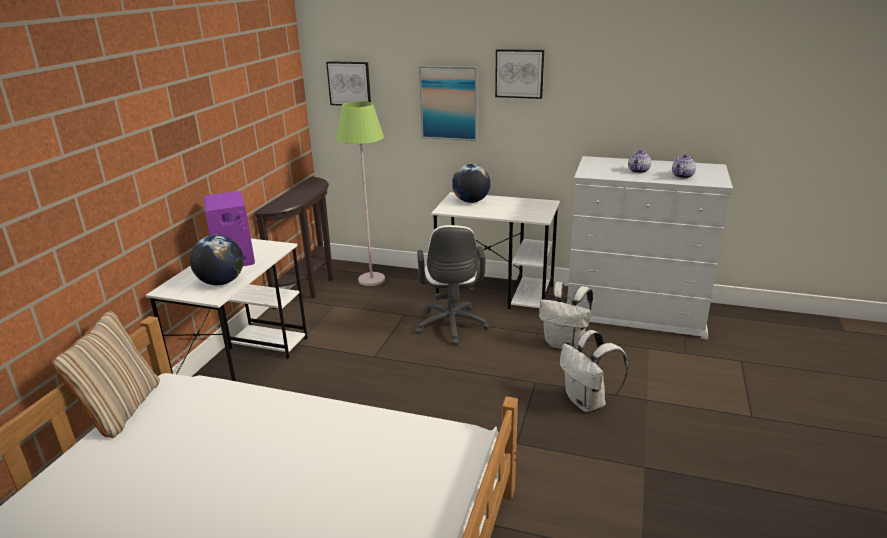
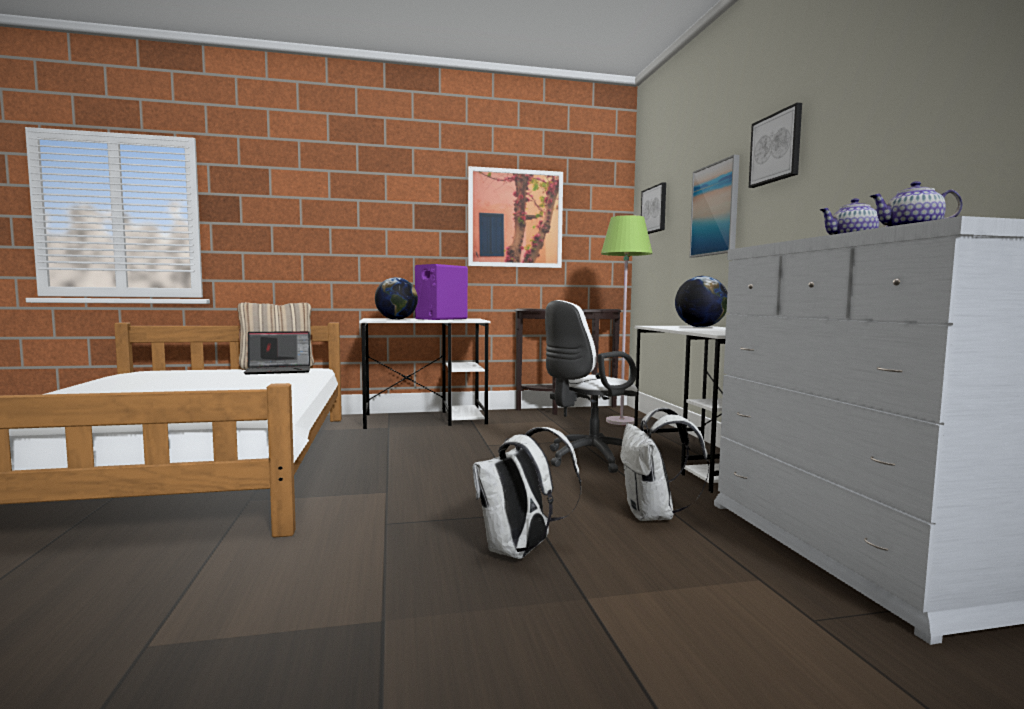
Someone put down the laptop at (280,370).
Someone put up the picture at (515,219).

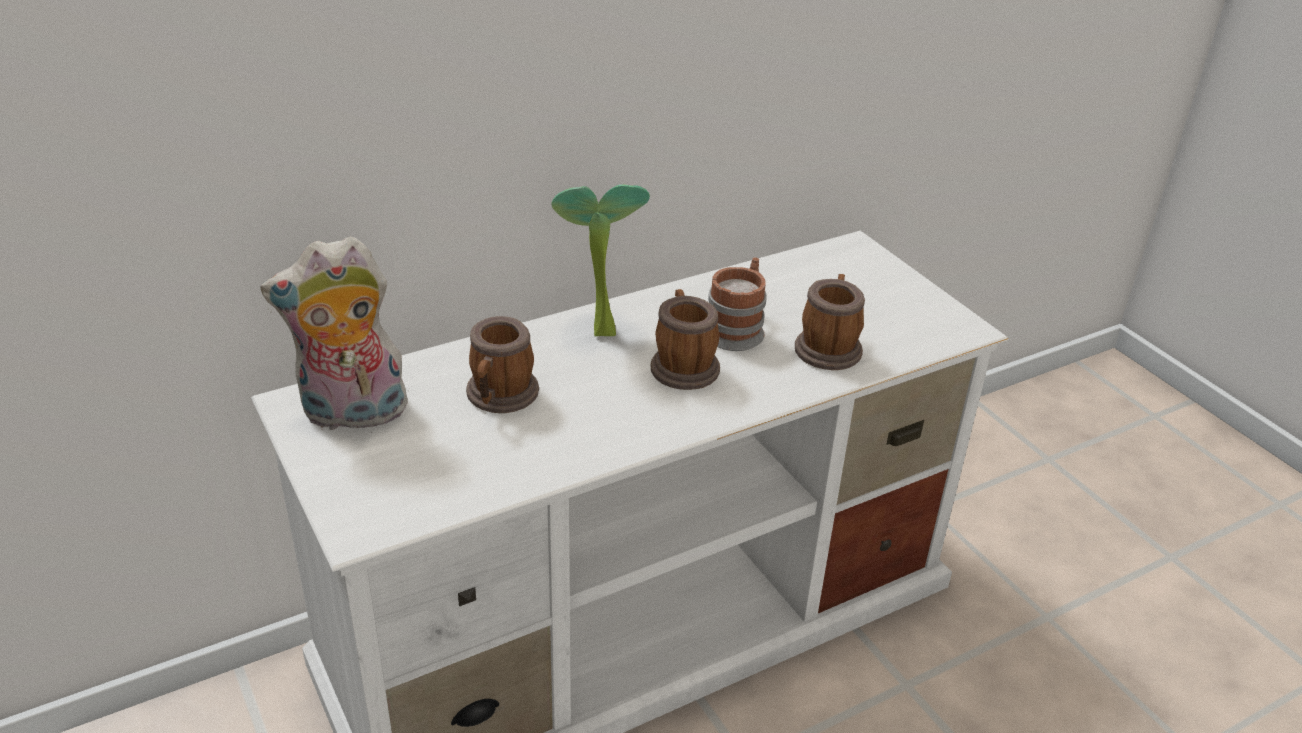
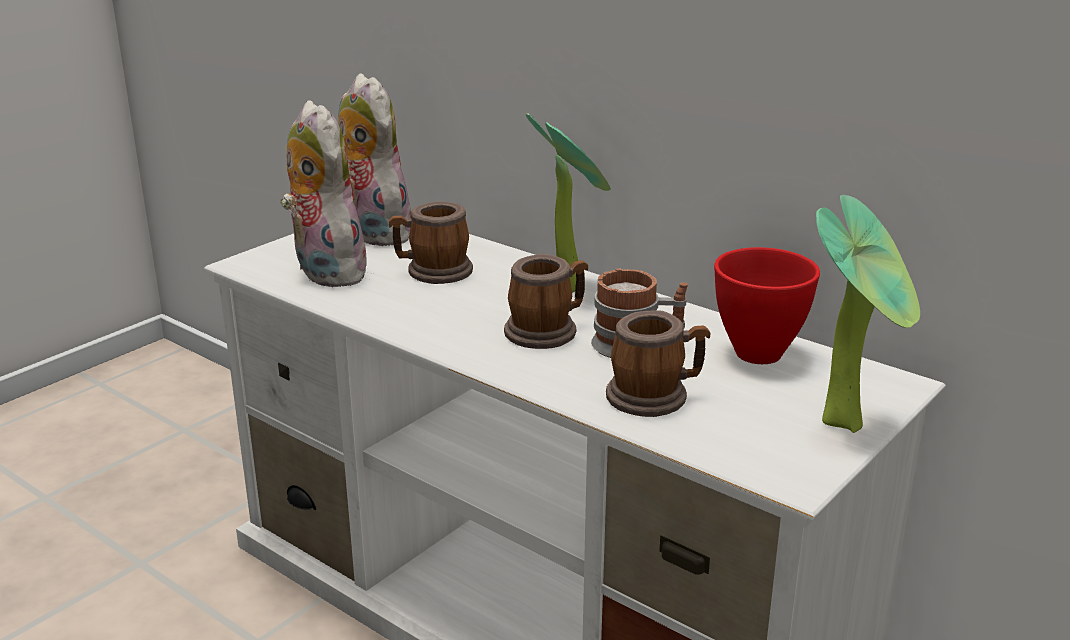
Someone put down the plush toy at (324,271).
Someone put down the bowl (red) at (755,354).
Someone put down the potted plant at (849,422).

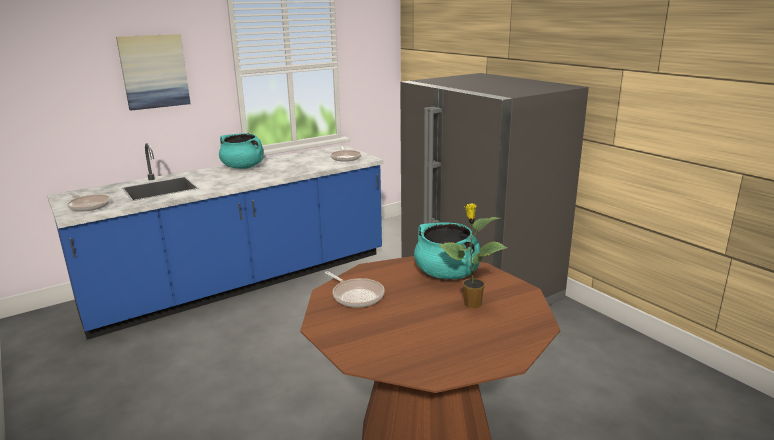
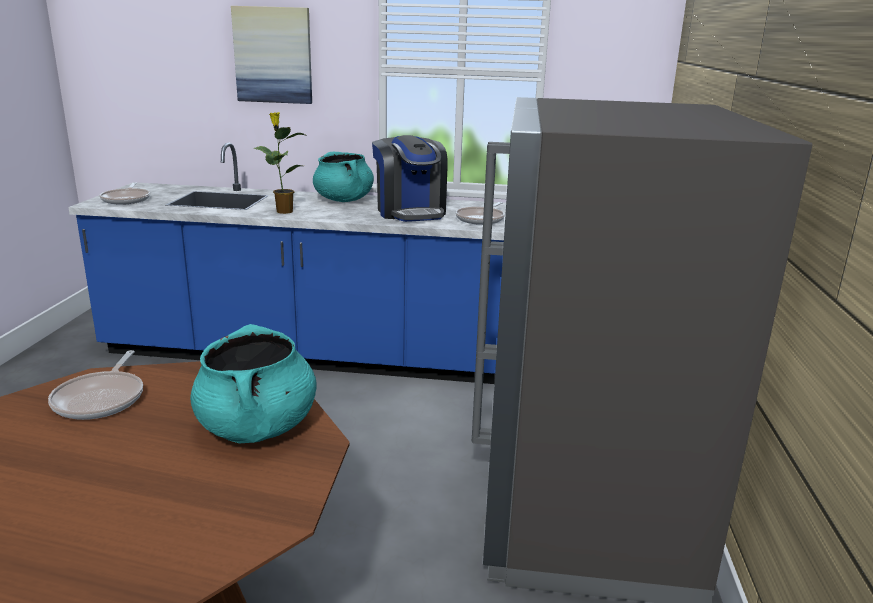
Someone carried the potted plant from (471,304) to (283,211).
Someone put down the coffee machine at (410,212).

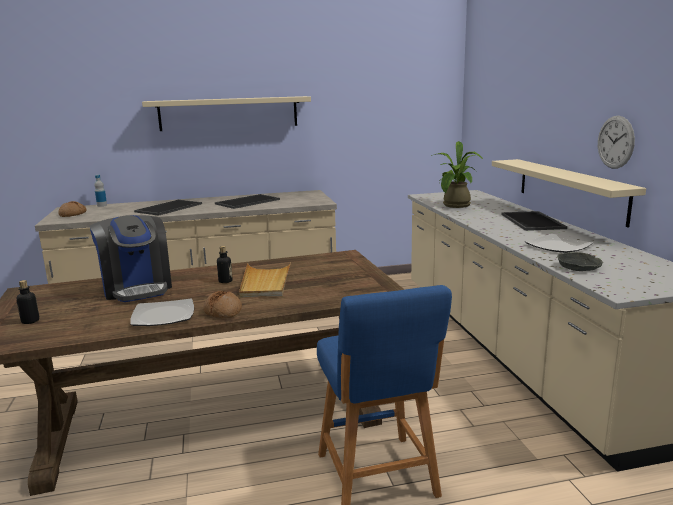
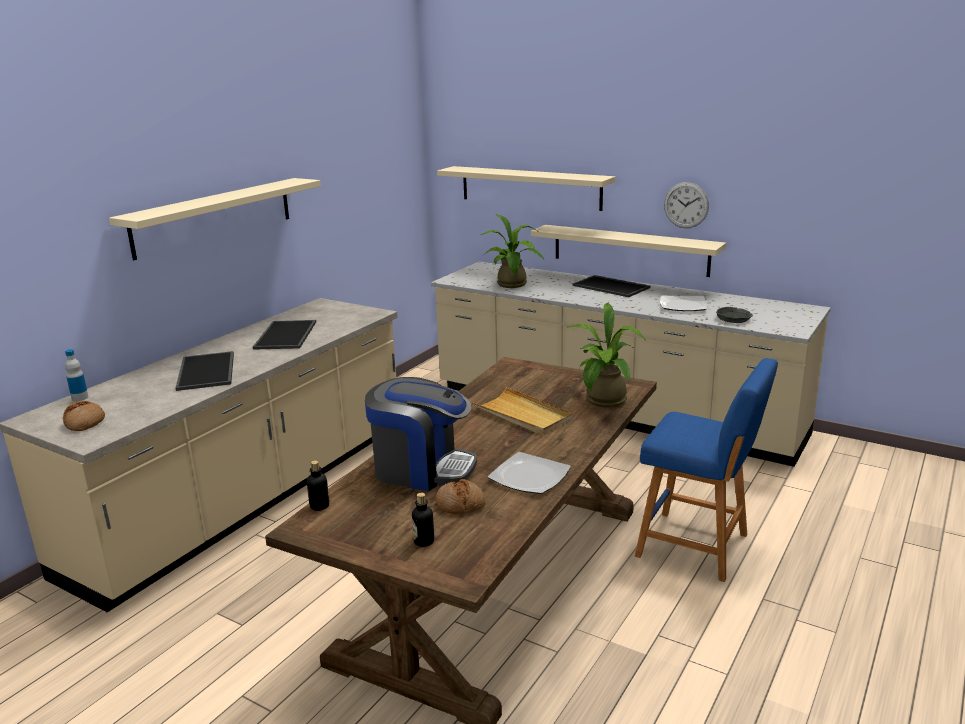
Someone carried the bread from (223,311) to (460,504).
Someone carried the bottle from (225,281) to (319,506).
Someone put up the shelf (beige) at (530,187).
Someone put down the potted plant at (604,402).

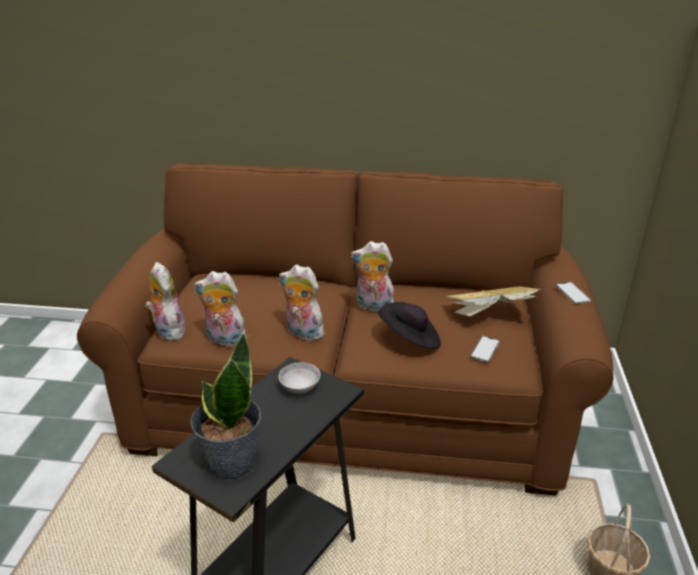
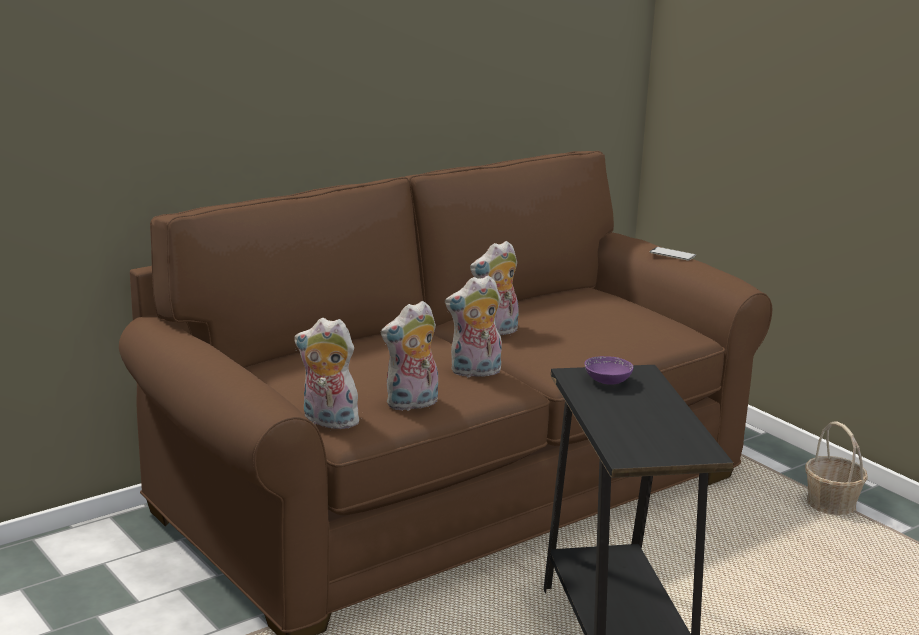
Someone took away the potted plant at (231,462).
Someone repainted the bowl (grey) at (300,387), which became the bowl (purple) at (607,381).
Someone took away the hat (black) at (410,339).
Someone took away the book at (490,315).
Someone took away the phone at (485,349).

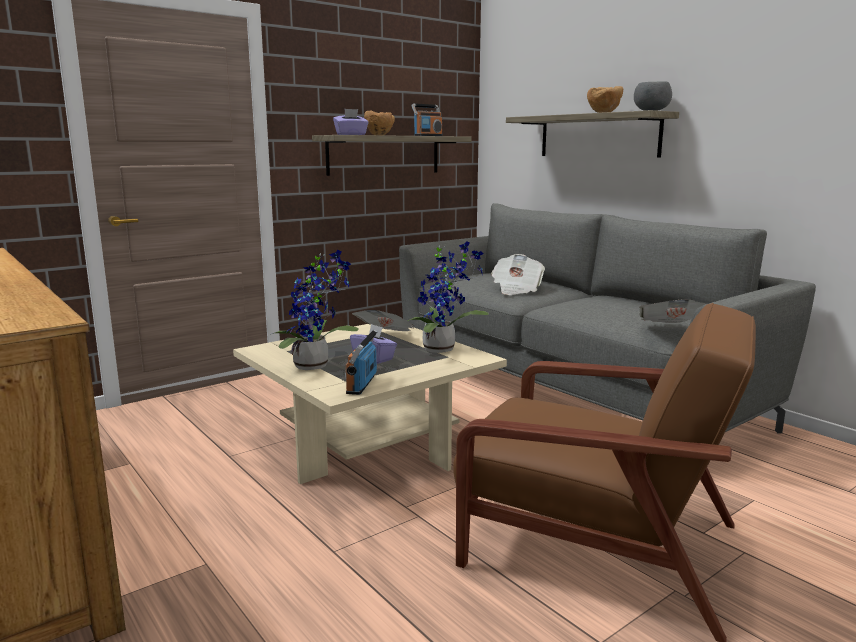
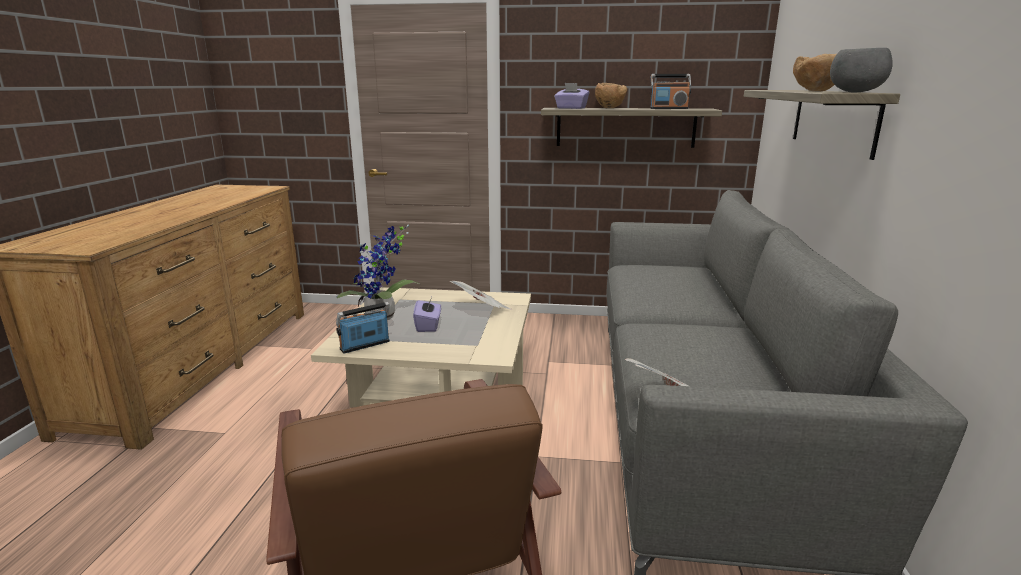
Someone took away the potted plant at (443,349).
Someone took away the newspaper at (516,289).

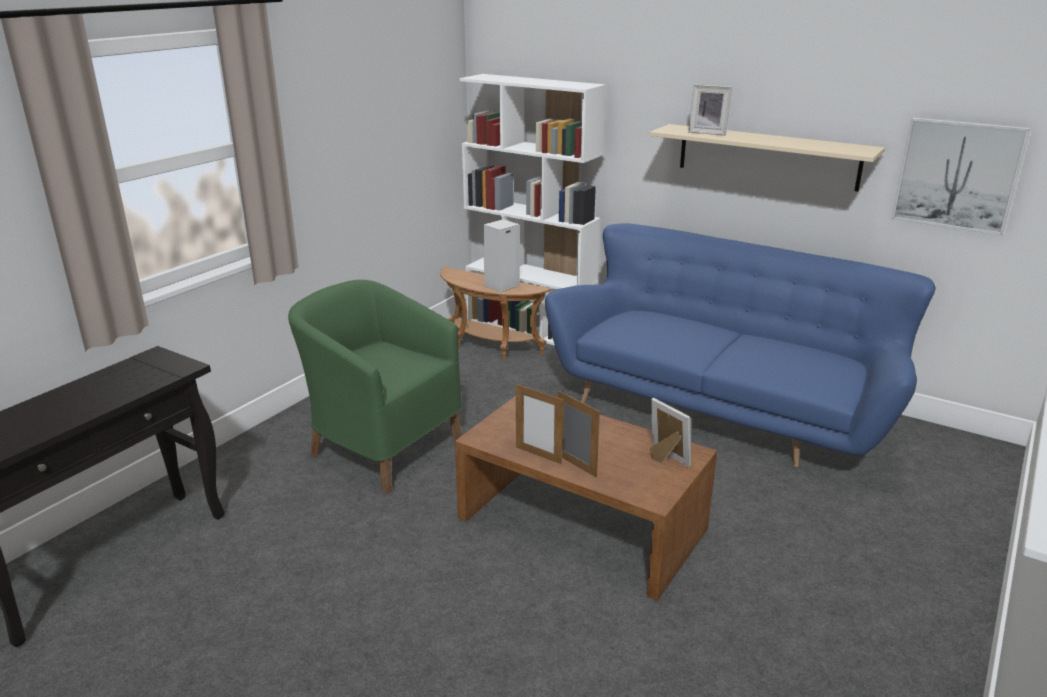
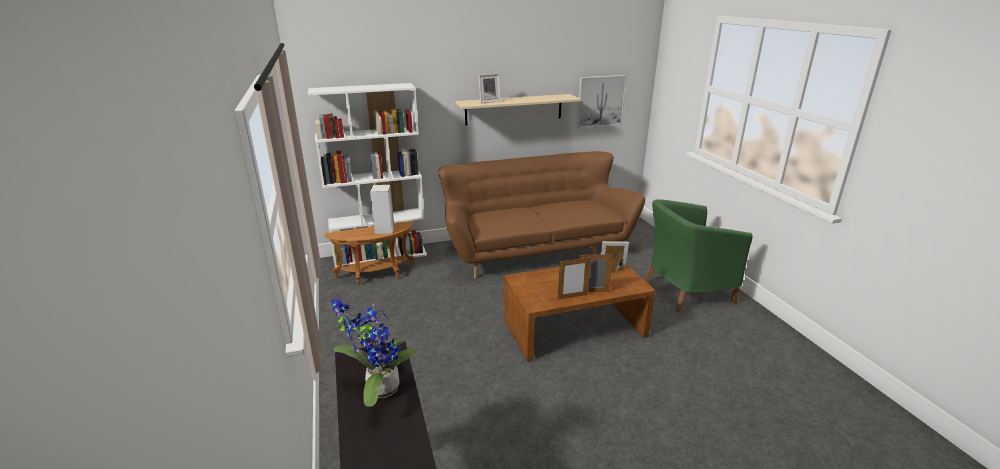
Someone carried the armchair (green) from (382,447) to (685,291).
Someone repainted the sofa (blue) at (723,410), which became the sofa (brown) at (535,250).
Someone put down the potted plant at (379,389).

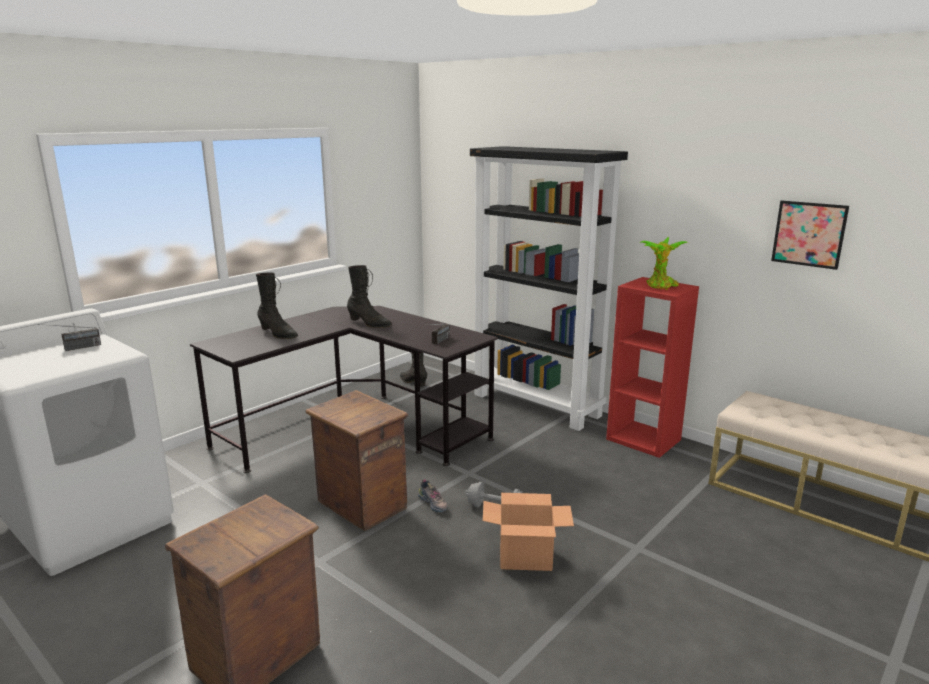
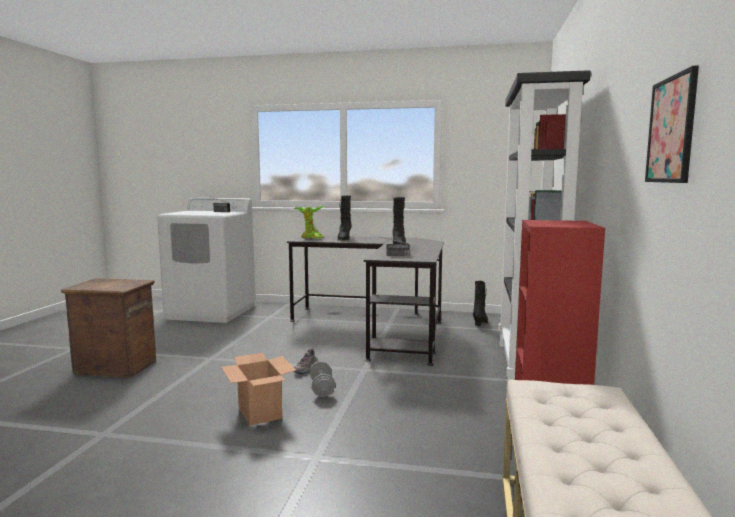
Someone took away the crate at (362,505).
Someone carried the potted plant from (660,287) to (310,238).

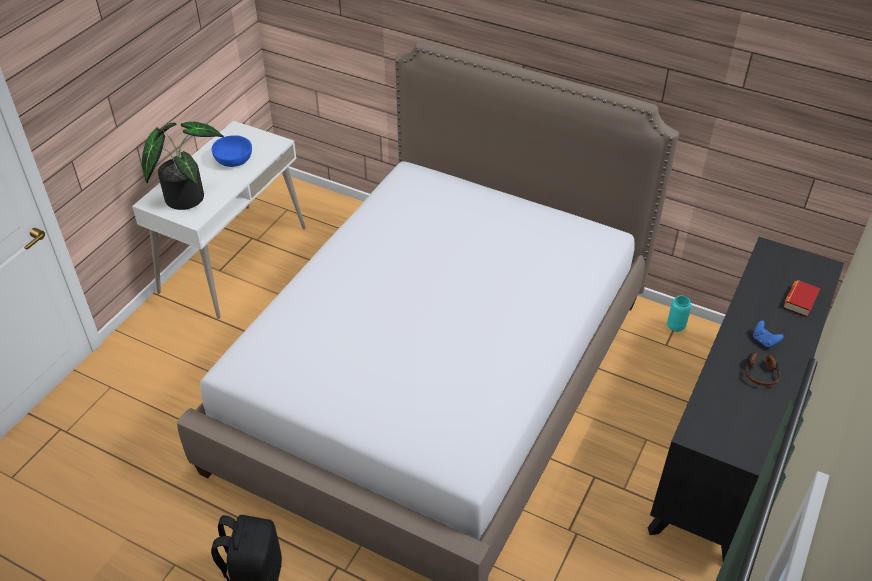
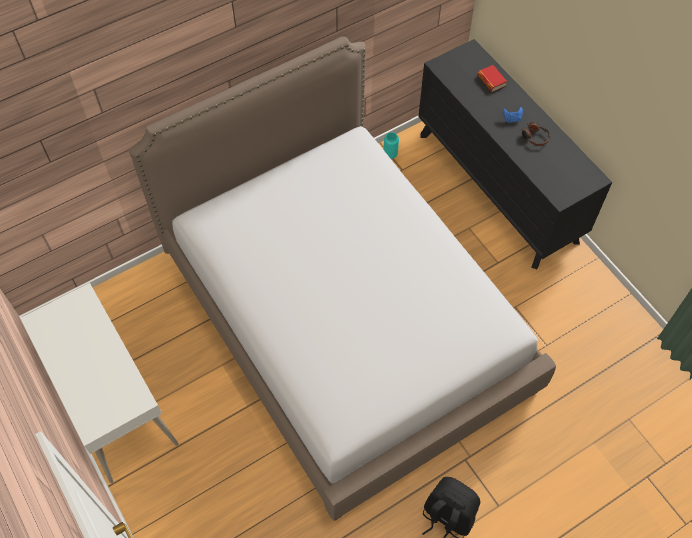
Someone took away the potted plant at (185,195).
Someone took away the bowl (blue) at (234,160).

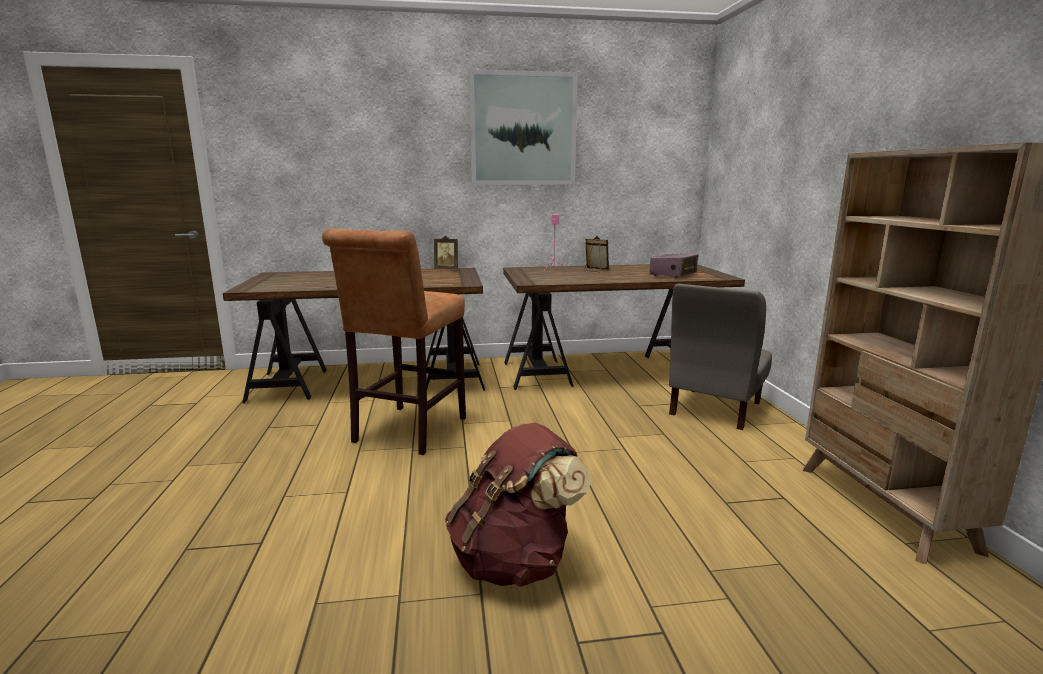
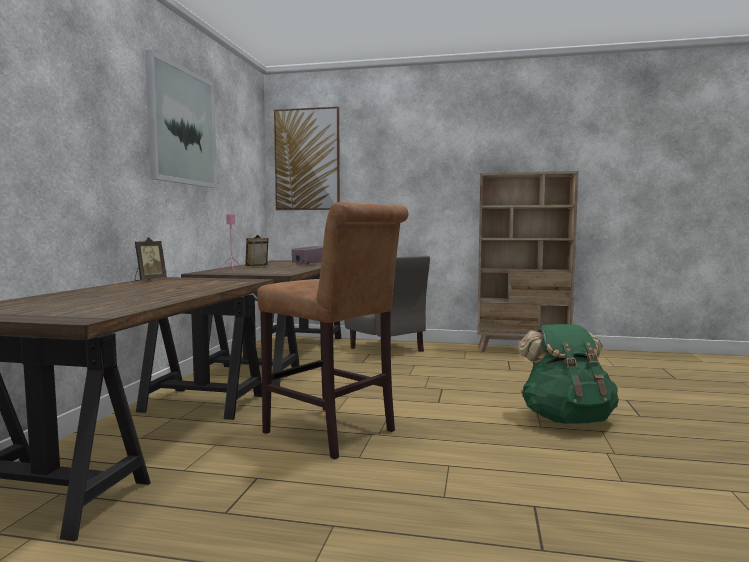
Someone repainted the backpack (brown) at (515,561), which became the backpack (green) at (566,419).
Someone put up the picture at (307,160).

